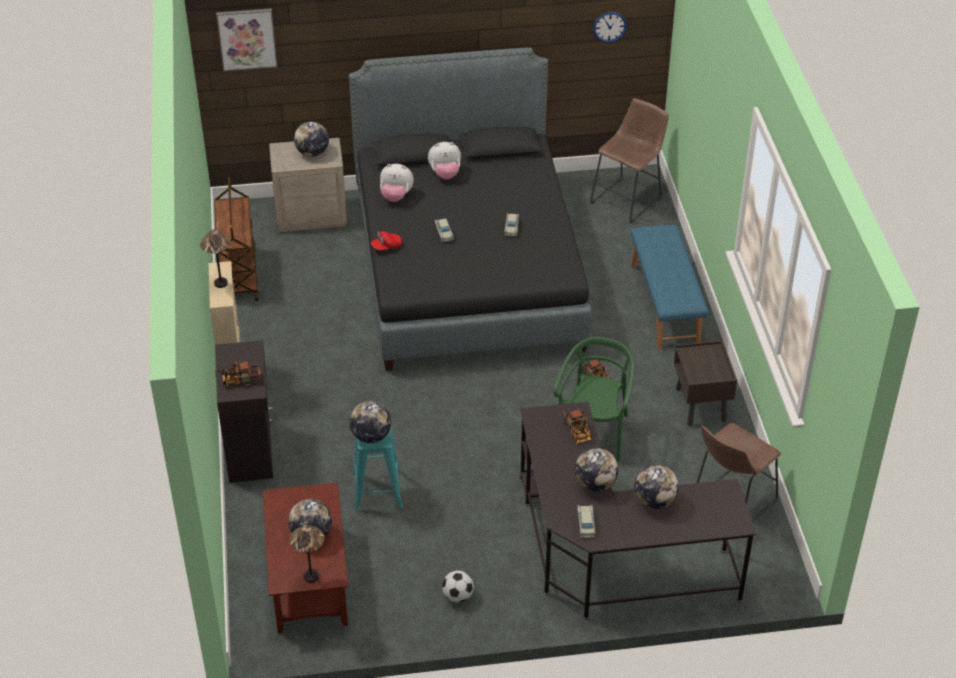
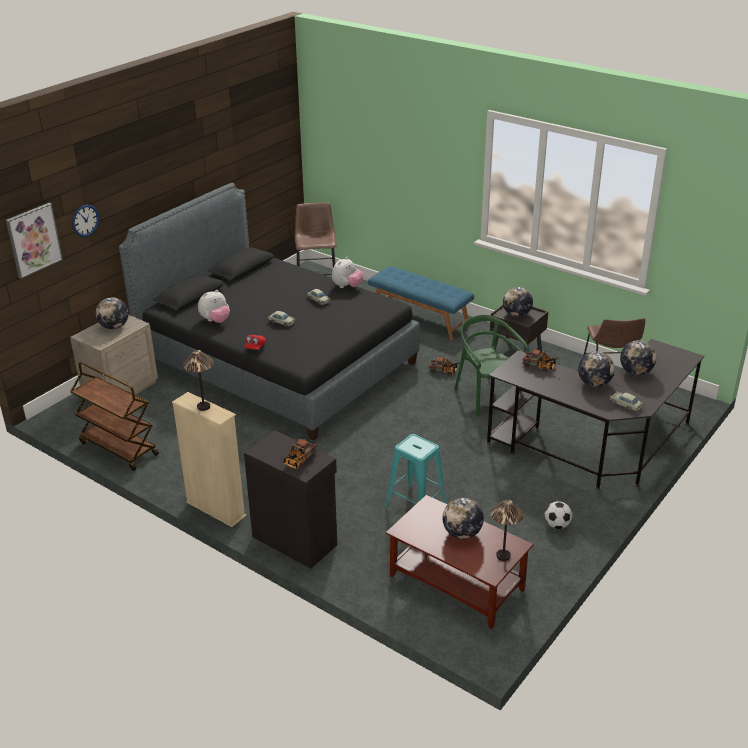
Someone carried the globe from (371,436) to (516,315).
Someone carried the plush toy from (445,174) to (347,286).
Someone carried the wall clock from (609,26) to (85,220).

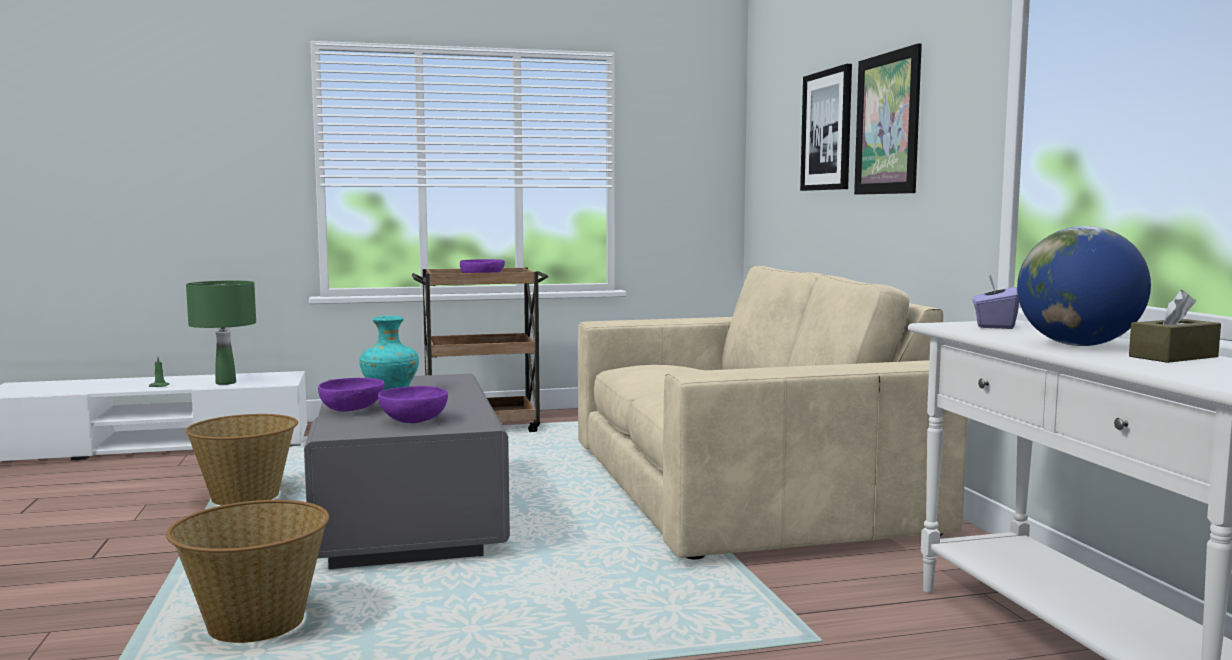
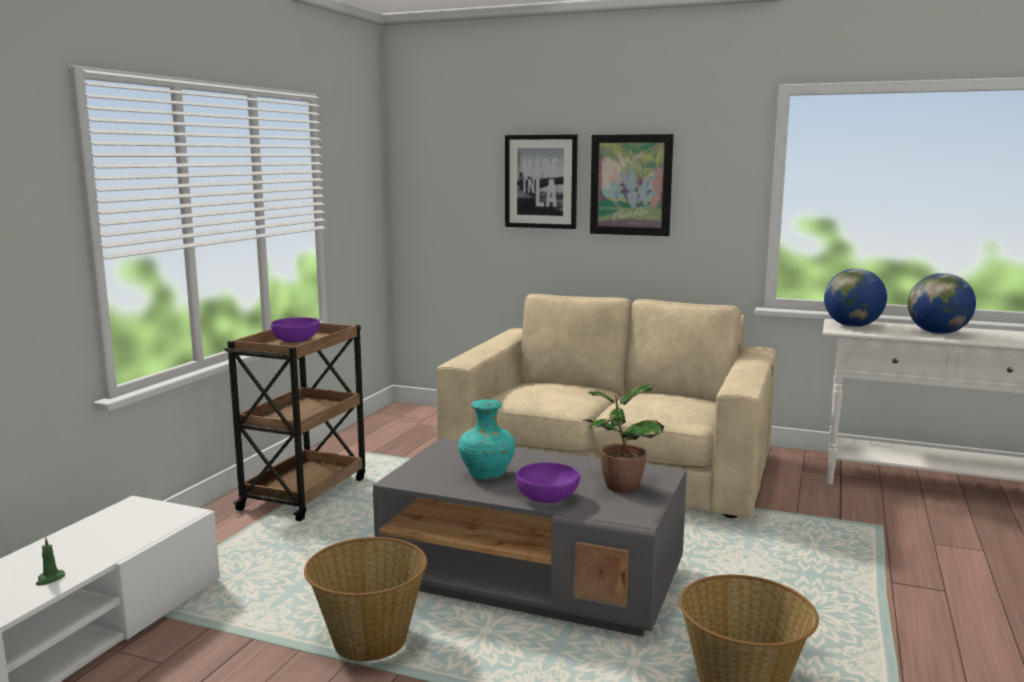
Someone took away the table lamp (green) at (225,383).
Someone swapped the bowl (purple) at (413,420) for the potted plant at (619,486).
Someone swapped the tissue box (purple) at (994,326) for the globe at (852,326).
Someone took away the tissue box (brown) at (1173,357).

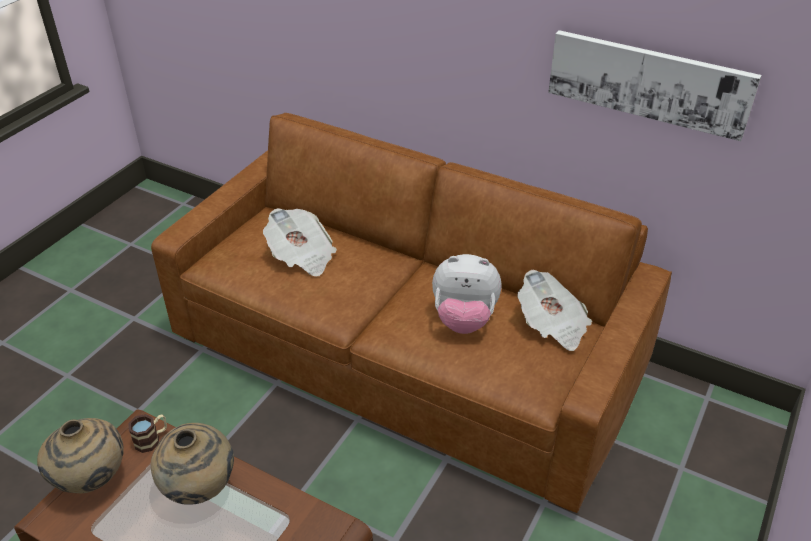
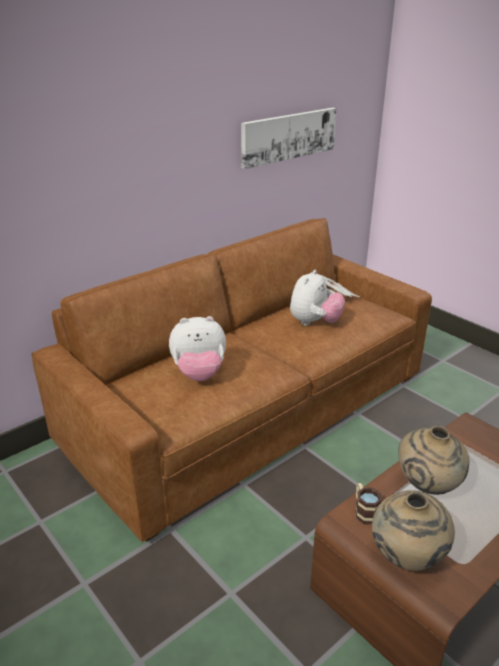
Someone swapped the newspaper at (302,256) for the plush toy at (199,374).

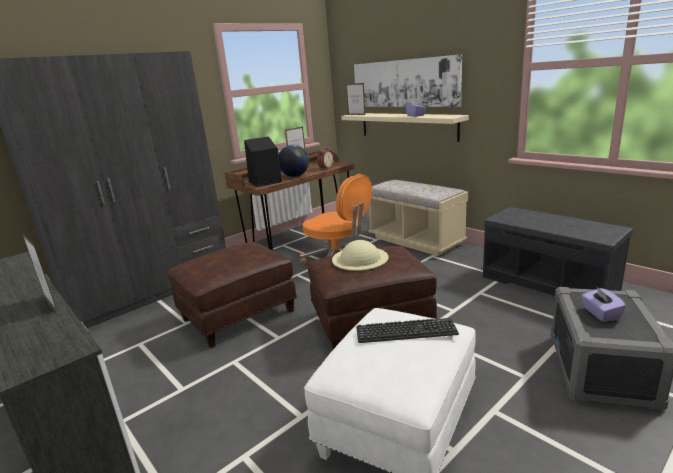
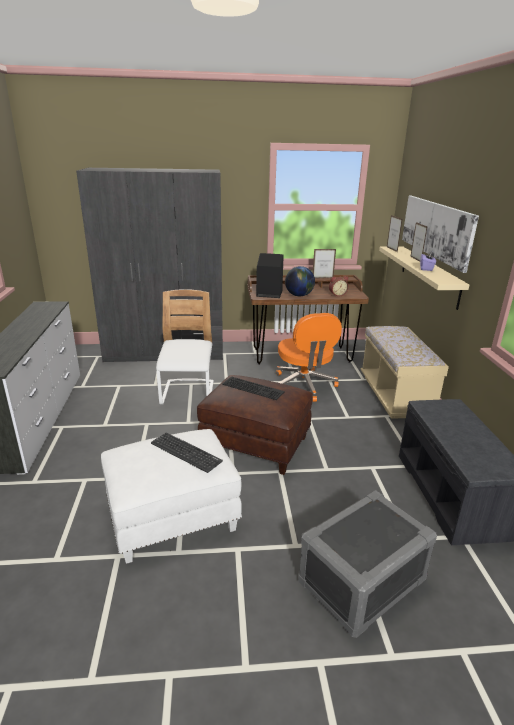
Someone carried the picture frame from (50,303) to (415,259).
Someone swapped the ottoman (brown) at (239,314) for the chair (white) at (188,394).
Someone swapped the hat (beige) at (359,258) for the keyboard at (254,387).
Someone took away the tissue box (purple) at (600,314).

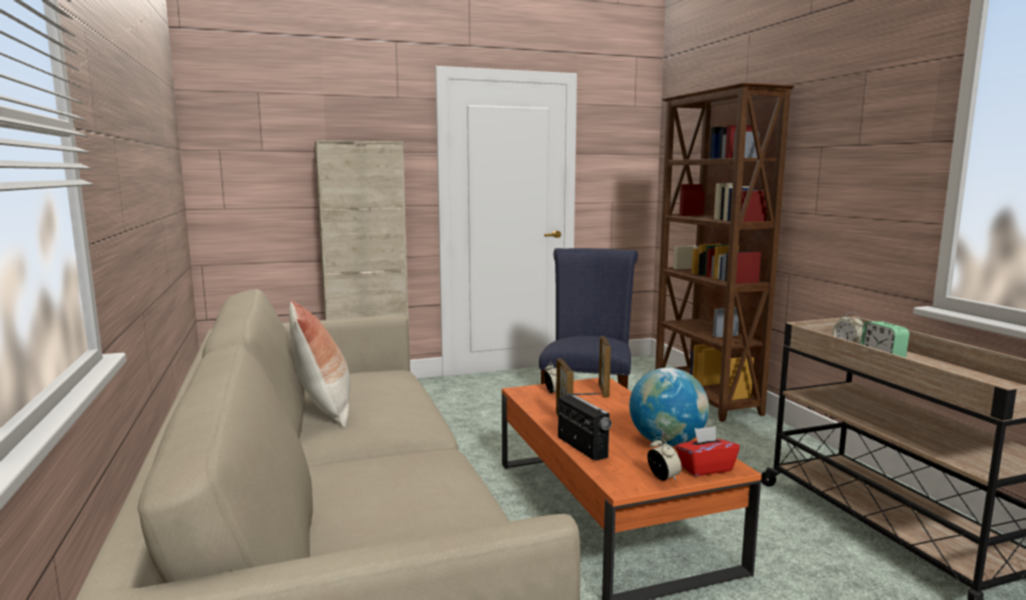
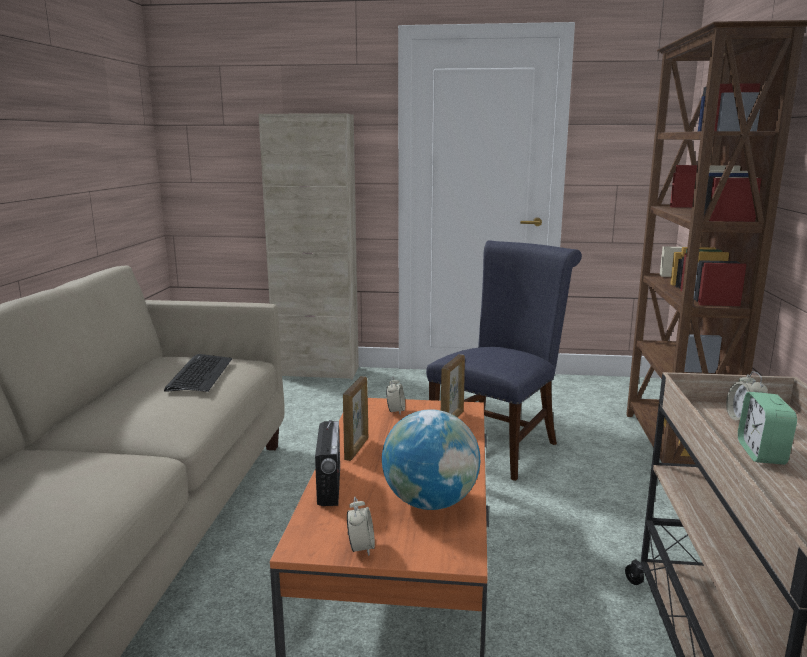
Someone took away the pillow at (323,410).
Someone took away the tissue box (red) at (705,468).
Someone put down the keyboard at (199,374).

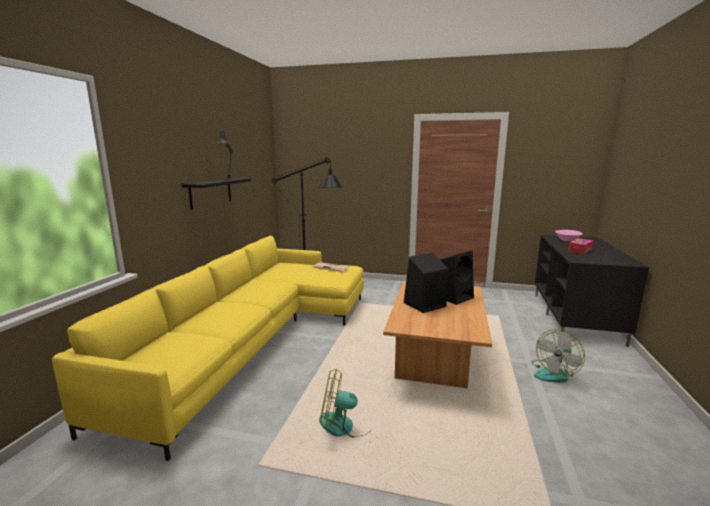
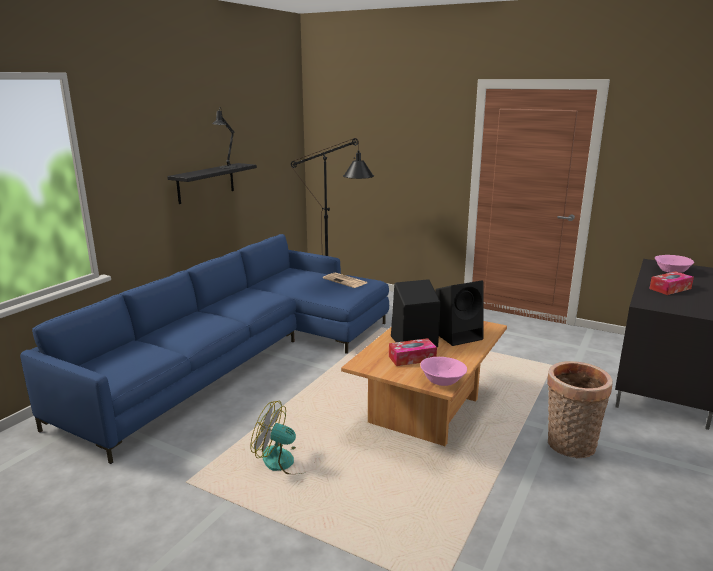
Someone repainted the sofa (yellow) at (257,337), which became the sofa (blue) at (242,356).
Someone swapped the fan at (554,373) for the basket at (569,446).
Someone put down the tissue box at (412,358).
Someone put down the bowl (pink) at (442,381).

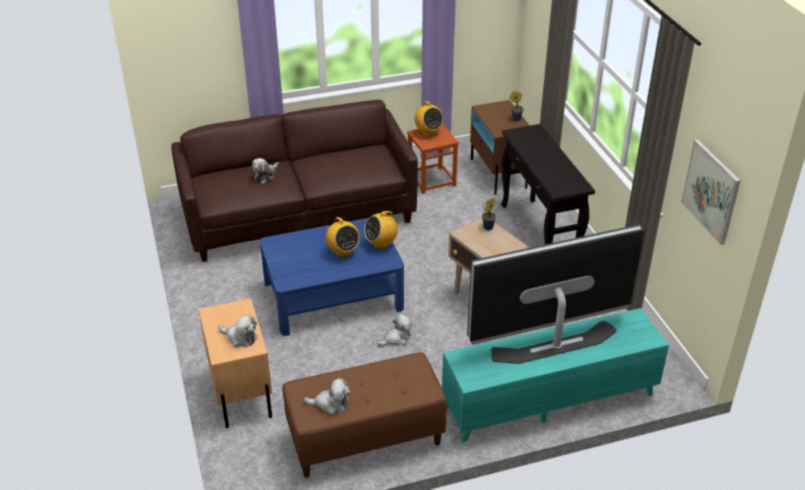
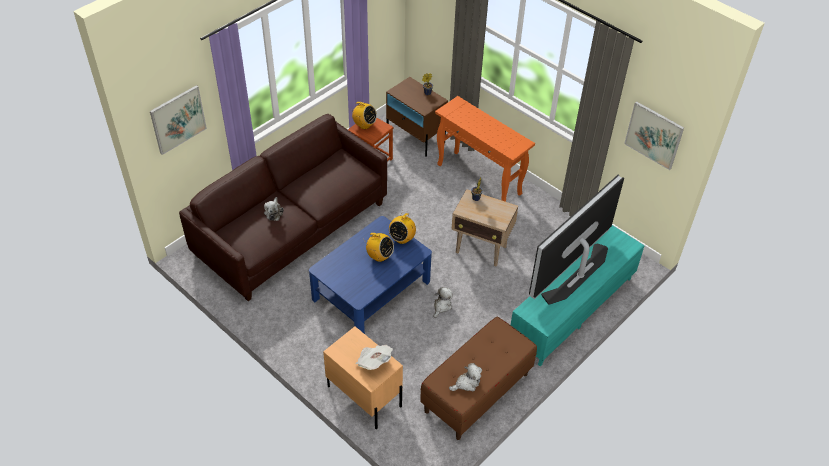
Someone swapped the plush toy at (240,337) for the newspaper at (374,361).
Someone repainted the console table (black) at (539,234), which became the console table (orange) at (479,179).
Someone put up the picture at (178,119).

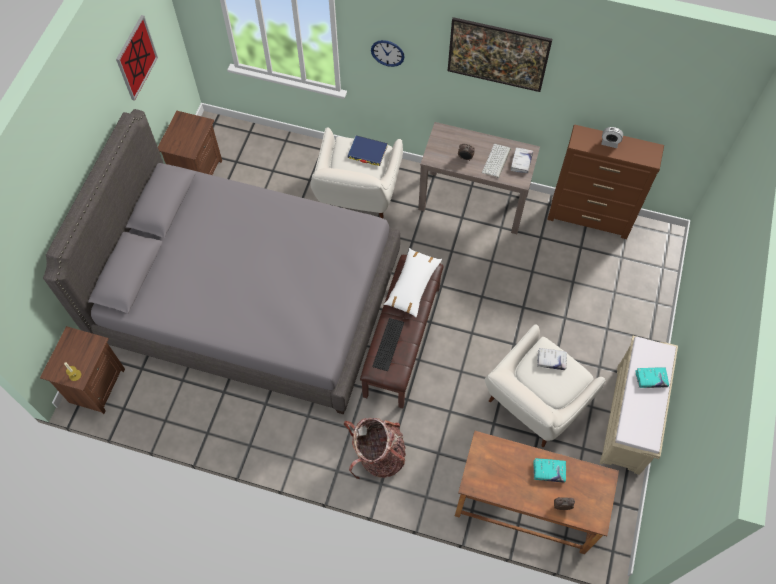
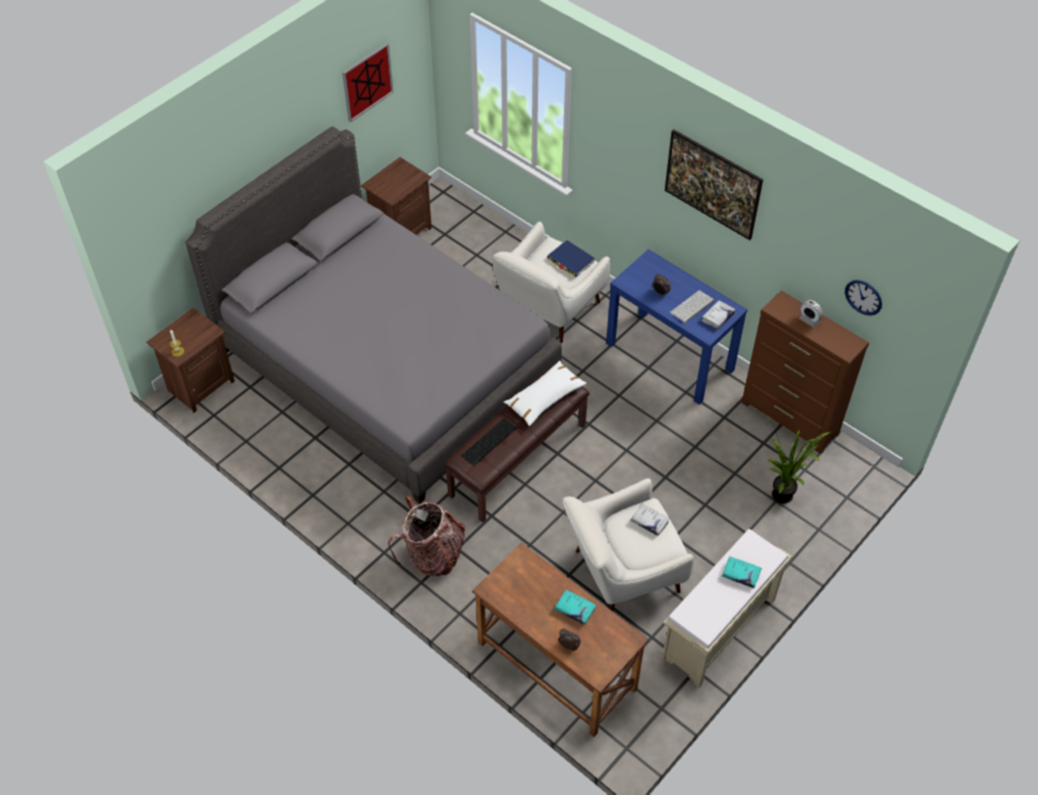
Someone carried the wall clock from (387,53) to (863,297).
Someone repainted the console table (brown) at (473,201), which became the console table (blue) at (670,356).
Someone put down the potted plant at (782,500).

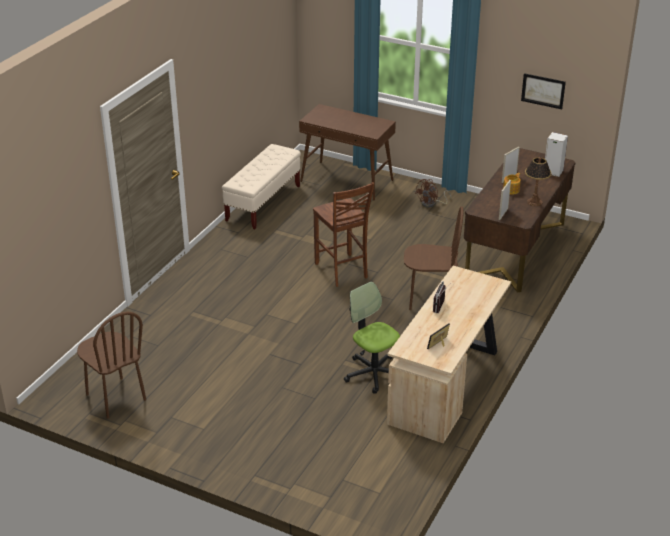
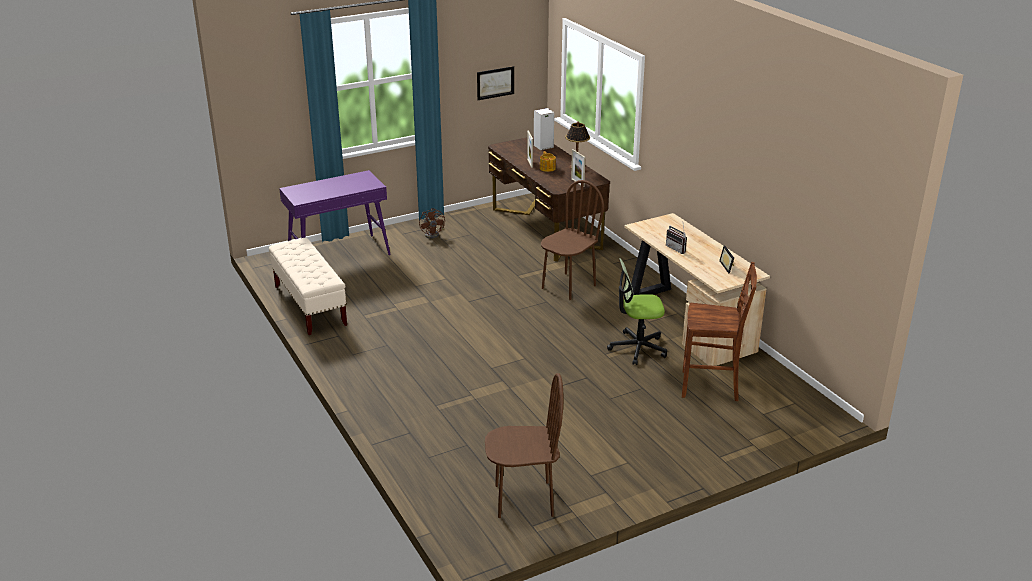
Someone repainted the console table (brown) at (347,181), which became the console table (purple) at (339,254).
Someone carried the chair (brown) from (342,271) to (711,387).

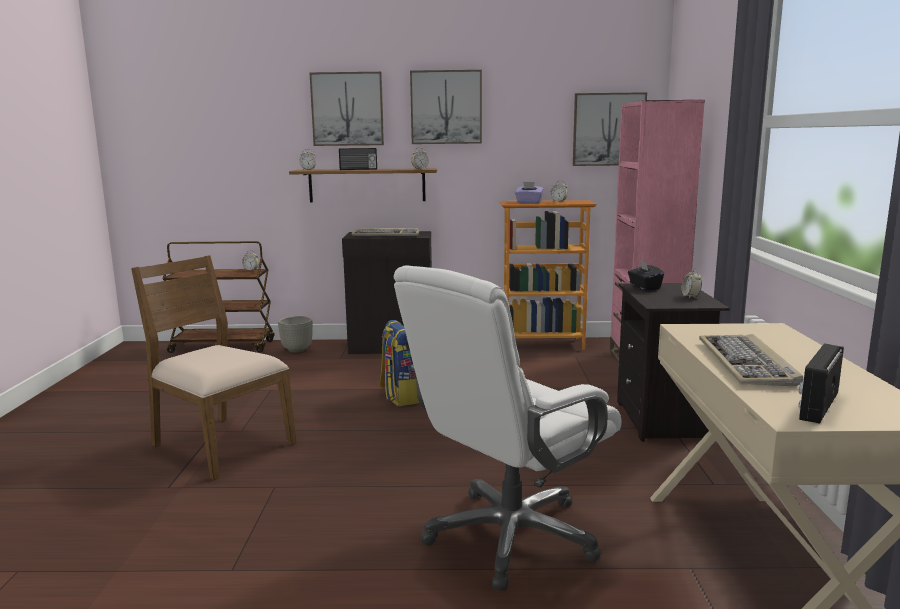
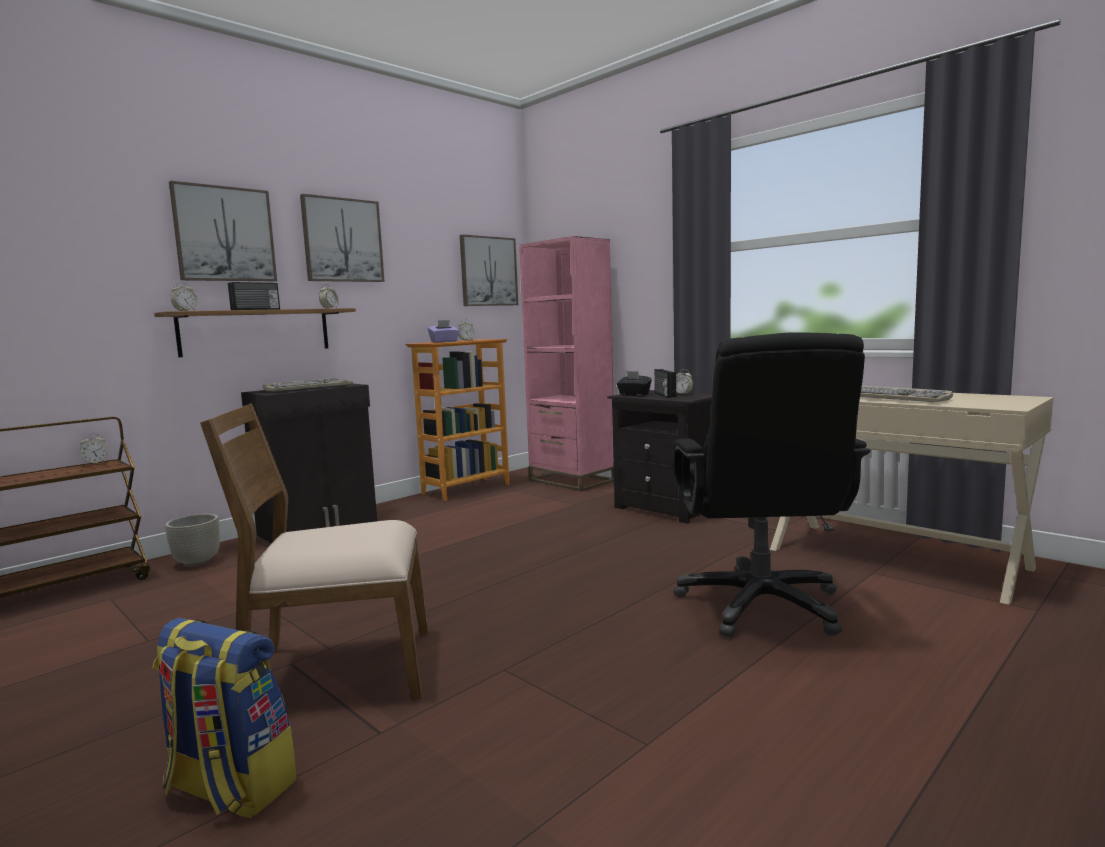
Someone carried the backpack from (400,396) to (228,788).
Someone repainted the office chair (white) at (510,536), which became the office chair (black) at (761,605).
Someone carried the radio from (816,406) to (664,395).

